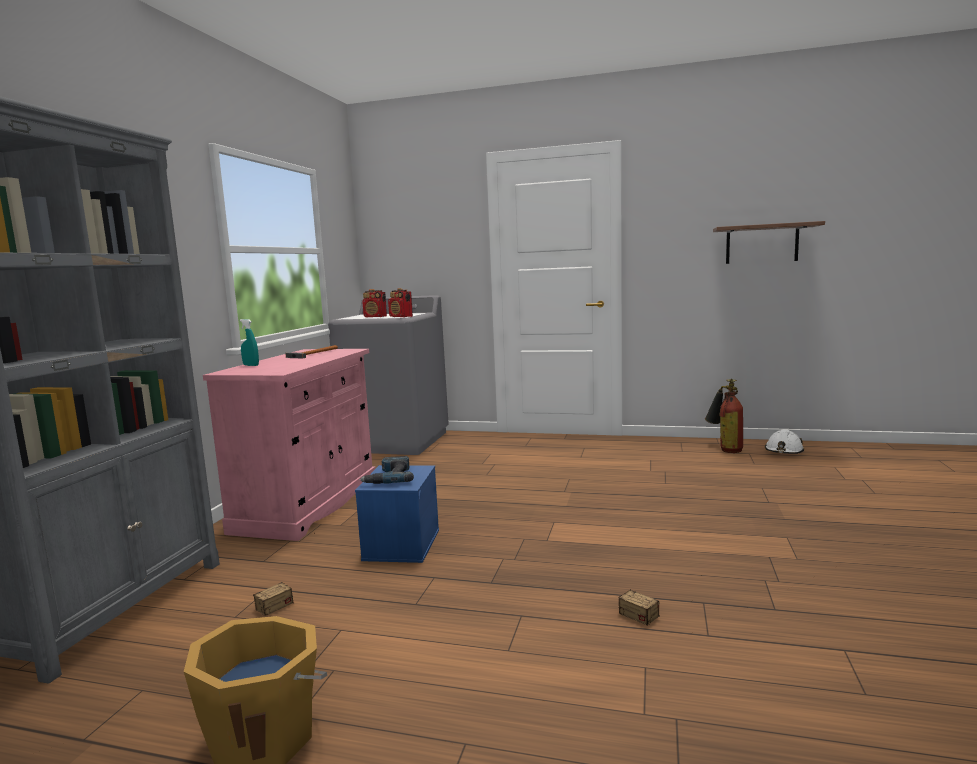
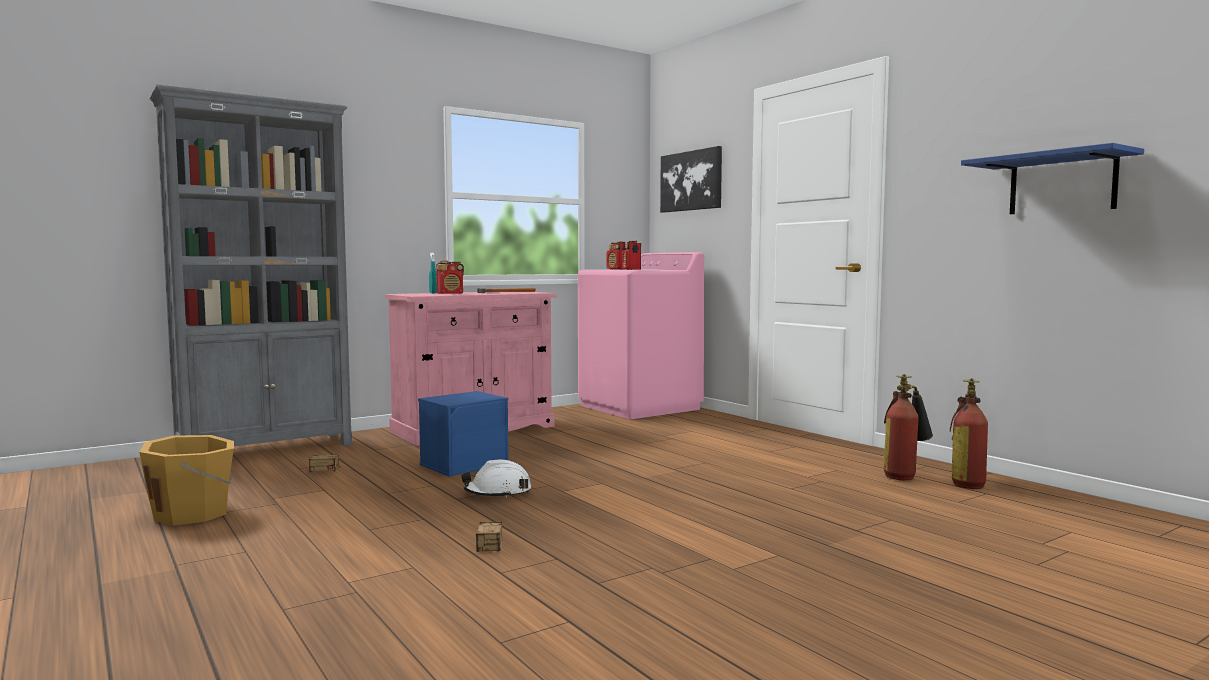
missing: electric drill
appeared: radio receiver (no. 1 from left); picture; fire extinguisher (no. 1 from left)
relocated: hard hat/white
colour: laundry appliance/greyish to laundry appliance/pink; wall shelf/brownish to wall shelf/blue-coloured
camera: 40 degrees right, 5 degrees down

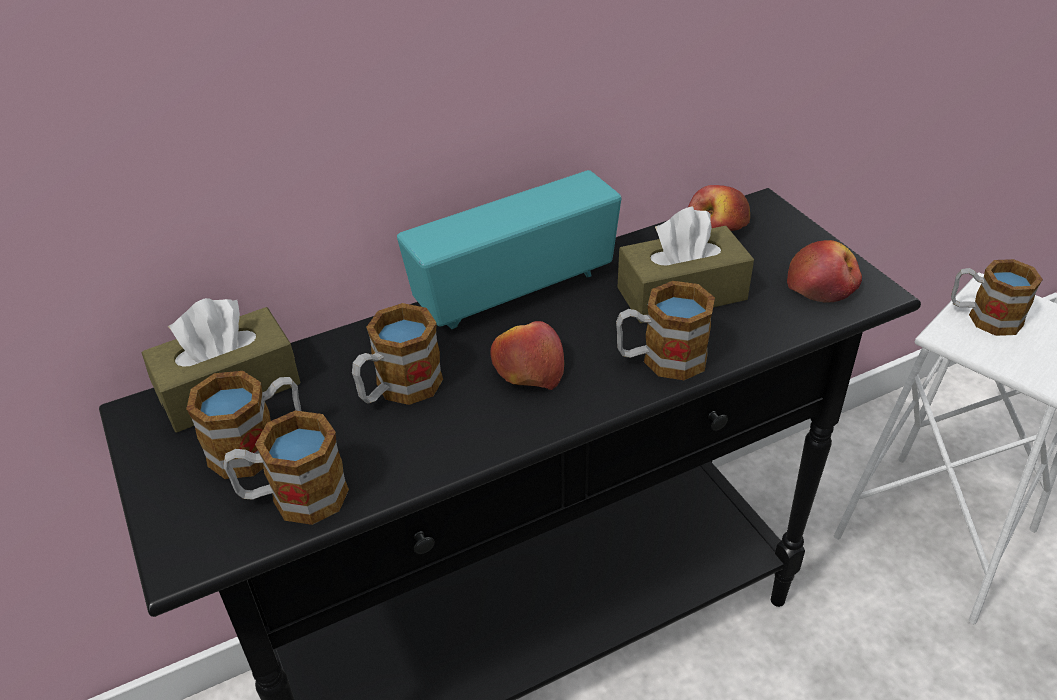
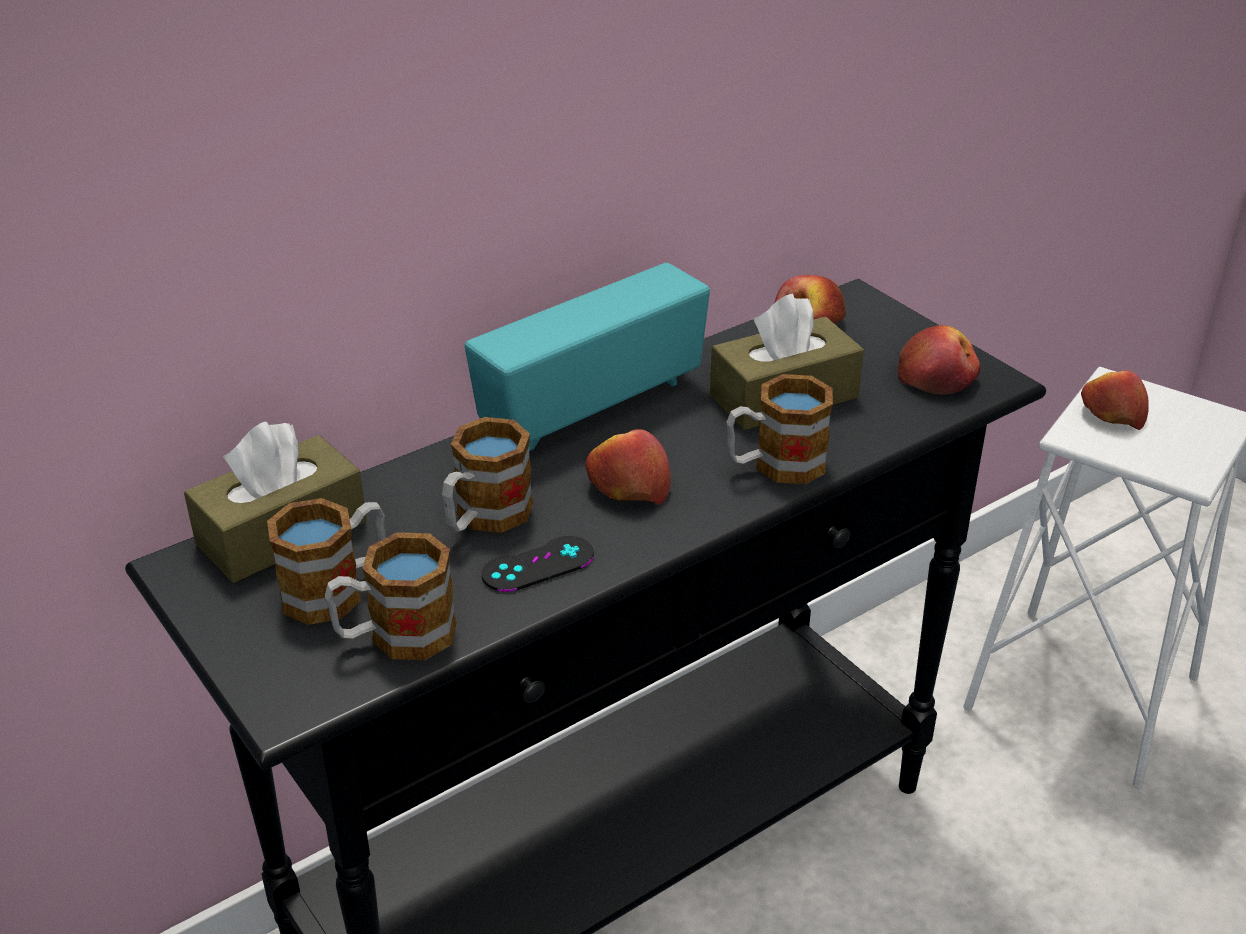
appeared: gamepad/black
exchanged: tea mug (no. 5 from left) to whole apple (no. 4 from left)
camera: 10 degrees left, 5 degrees down

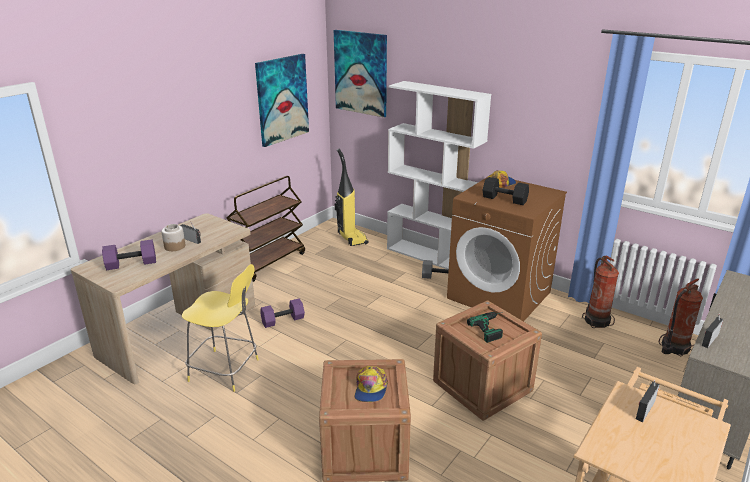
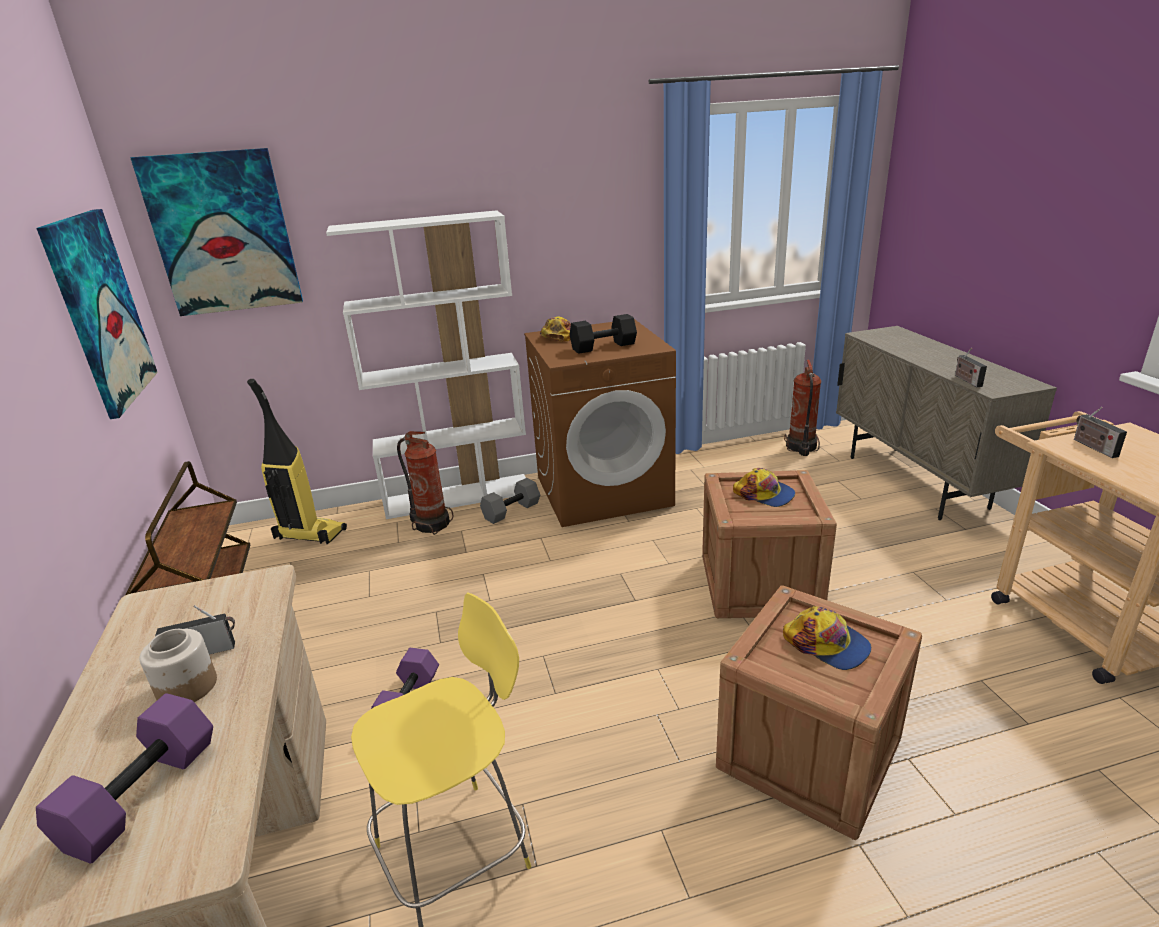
relocated: fire extinguisher (no. 1 from left)
exchanged: electric drill to baseball cap (no. 2 from left)
camera: 50 degrees left, 0 degrees up

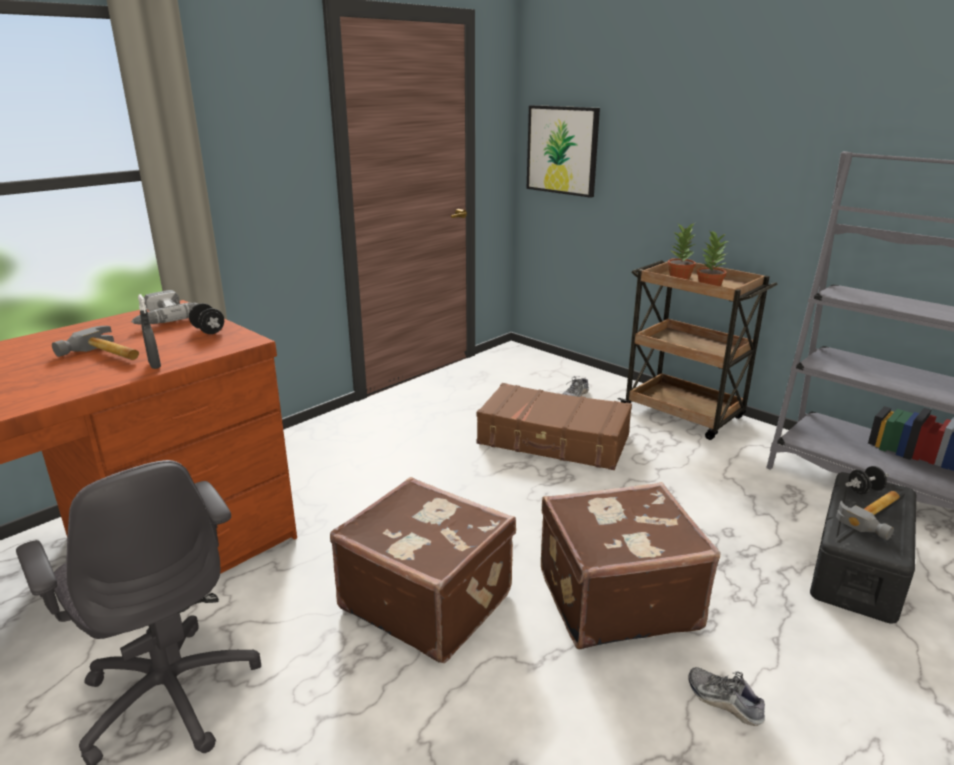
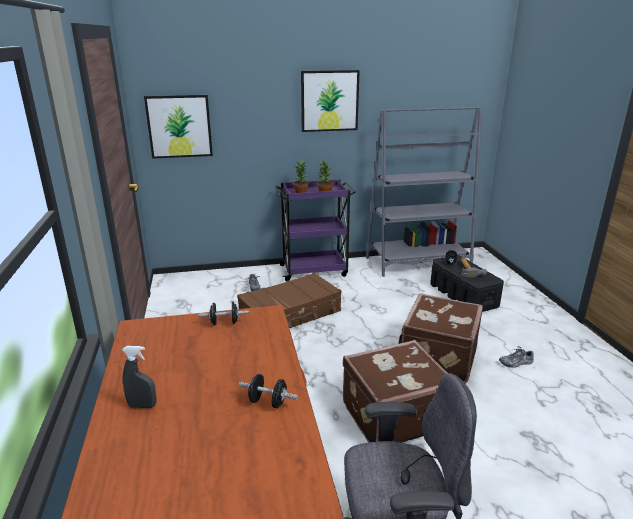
missing: tool hammer (no. 1 from left); electric drill
appeared: dumbbell/black (no. 2 from left); picture (no. 2 from left)
relocated: hand sprayer/greyish
colour: trolley/brownish to trolley/purple
camera: 55 degrees left, 0 degrees up

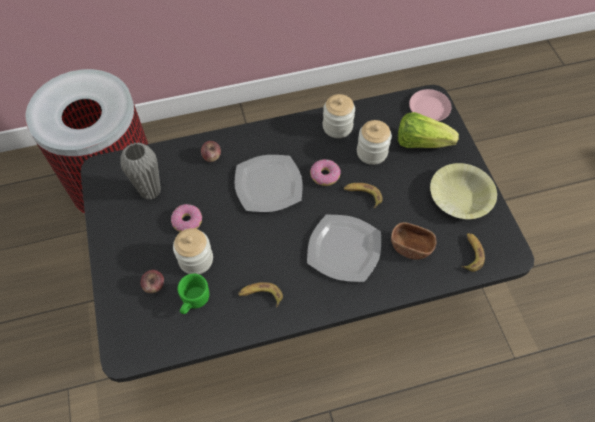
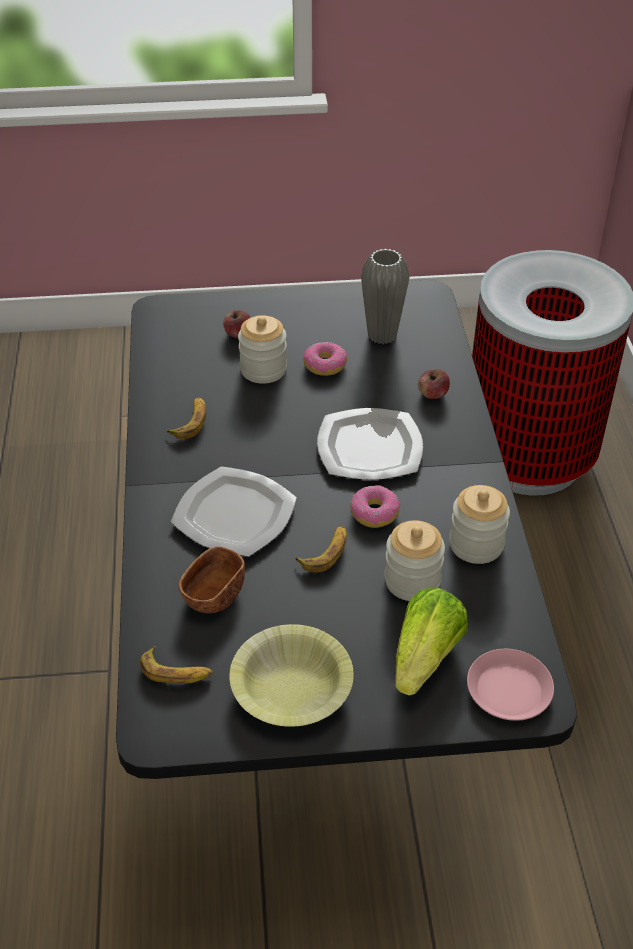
missing: tea mug/green-coloured
camera: 100 degrees right, 15 degrees down

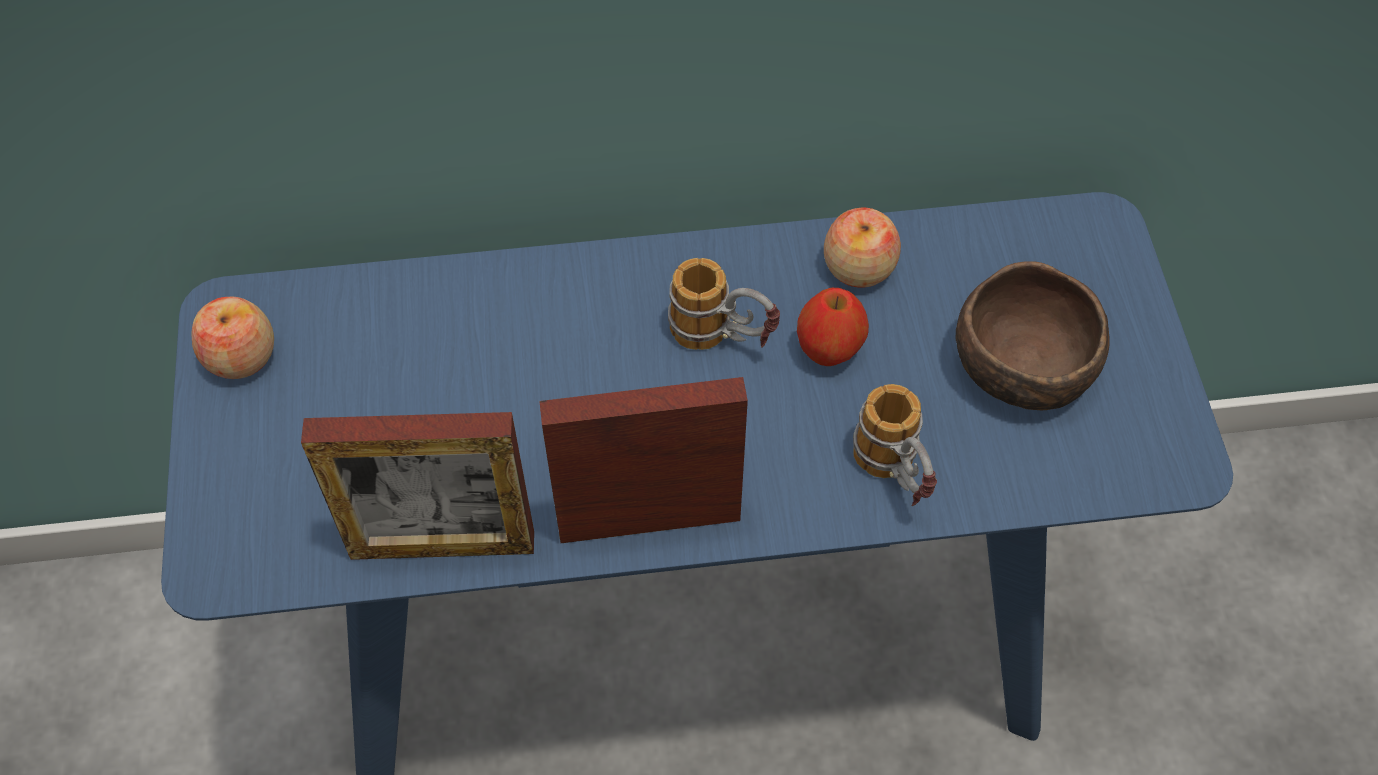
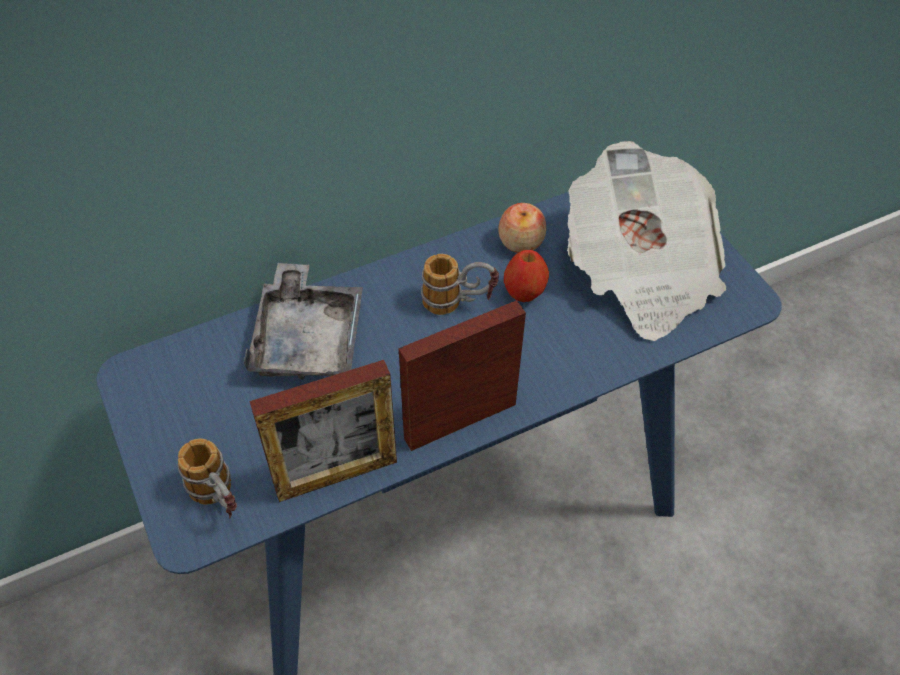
missing: whole apple (no. 1 from left)
appeared: serving tray/greyish
relocated: tea mug (no. 2 from left in the first image) to tea mug (no. 1 from left)
exchanged: deep dish/brownish to newspaper
camera: 20 degrees left, 5 degrees down

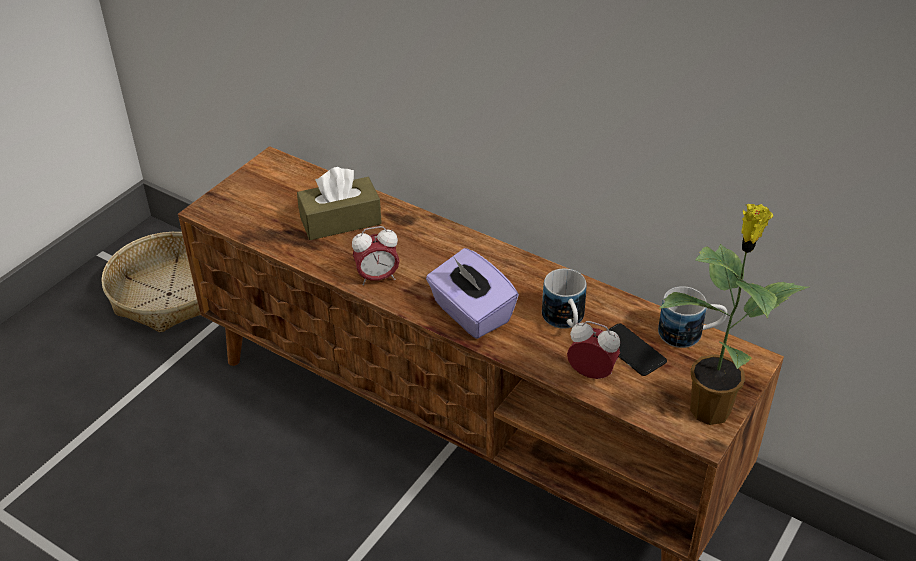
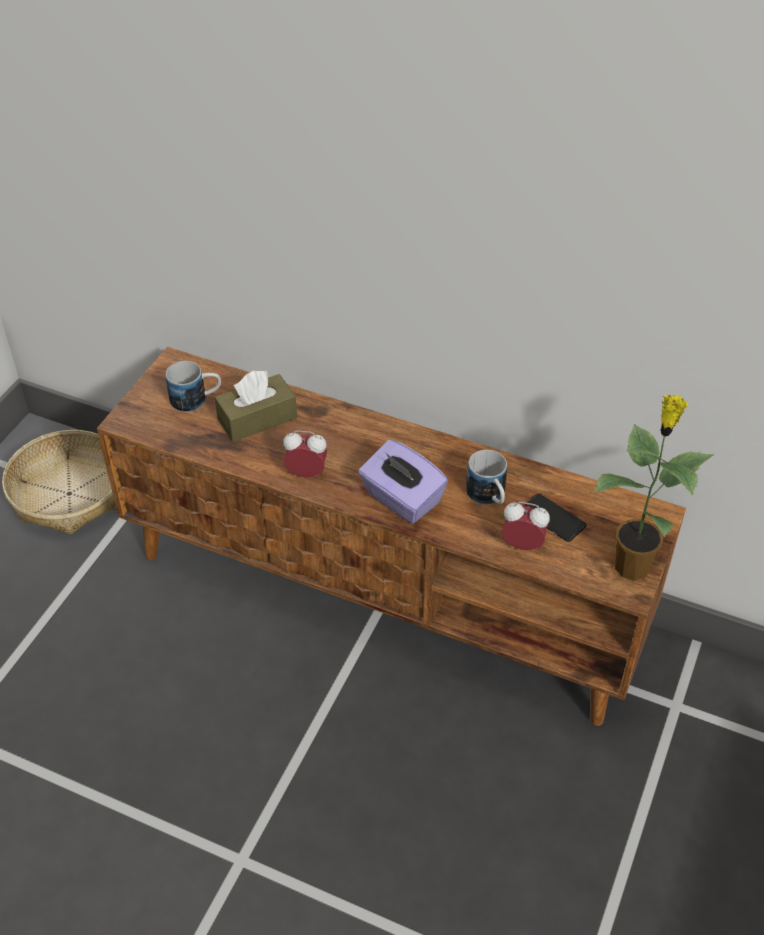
relocated: tea mug (no. 2 from left in the first image) to tea mug (no. 1 from left)
spun: alarm clock (no. 1 from left) 150 degrees counterclockwise
camera: 10 degrees left, 5 degrees up

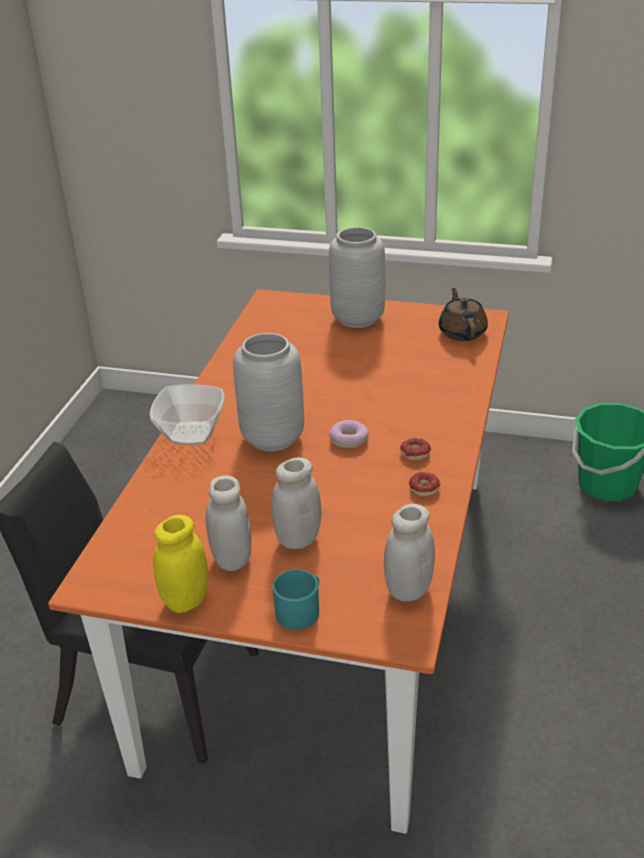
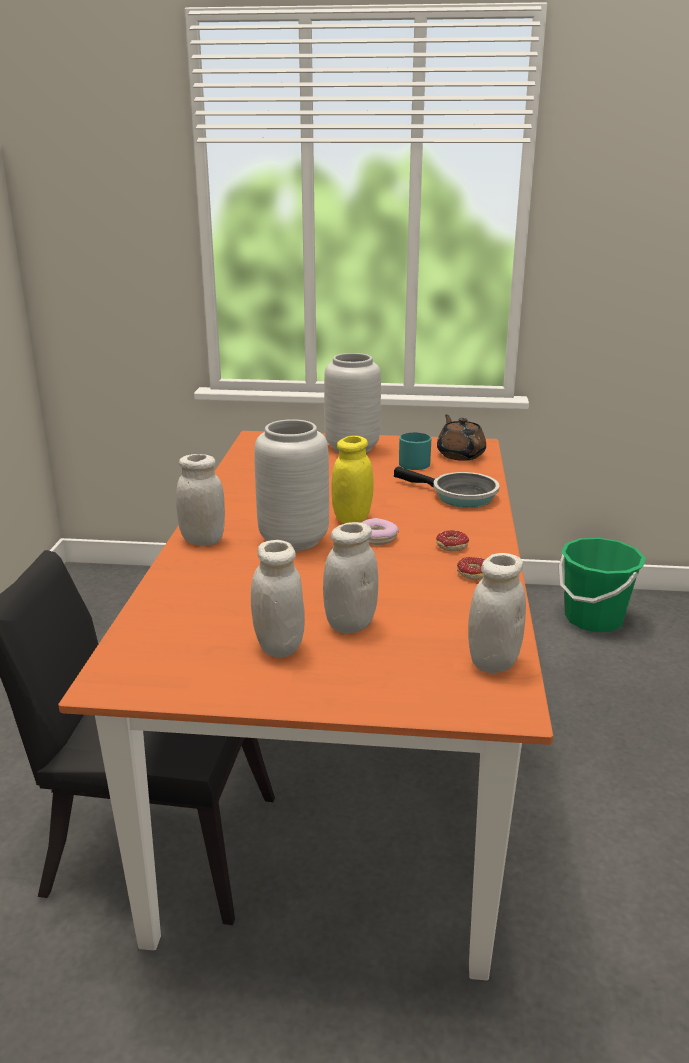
appeared: frying pan
relocated: preserve jar/yellowish; tea mug/turquoise
exchanged: deep dish to preserve jar/white (no. 1 from left)
camera: 10 degrees left, 10 degrees down

